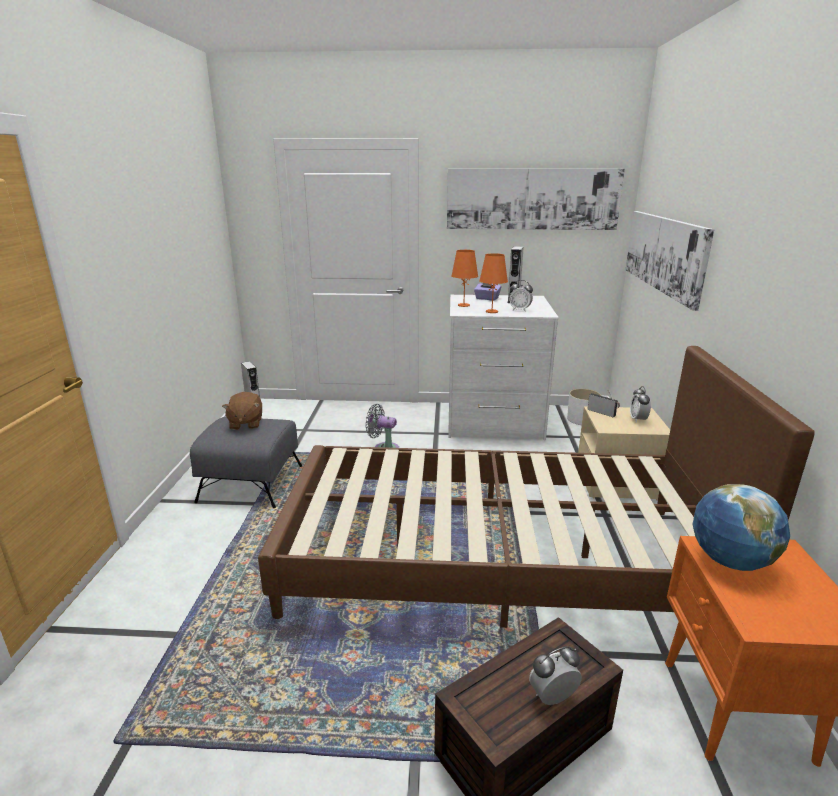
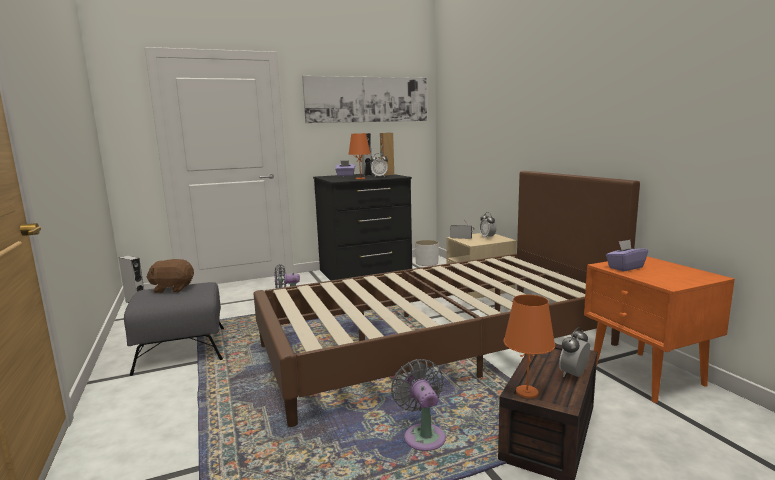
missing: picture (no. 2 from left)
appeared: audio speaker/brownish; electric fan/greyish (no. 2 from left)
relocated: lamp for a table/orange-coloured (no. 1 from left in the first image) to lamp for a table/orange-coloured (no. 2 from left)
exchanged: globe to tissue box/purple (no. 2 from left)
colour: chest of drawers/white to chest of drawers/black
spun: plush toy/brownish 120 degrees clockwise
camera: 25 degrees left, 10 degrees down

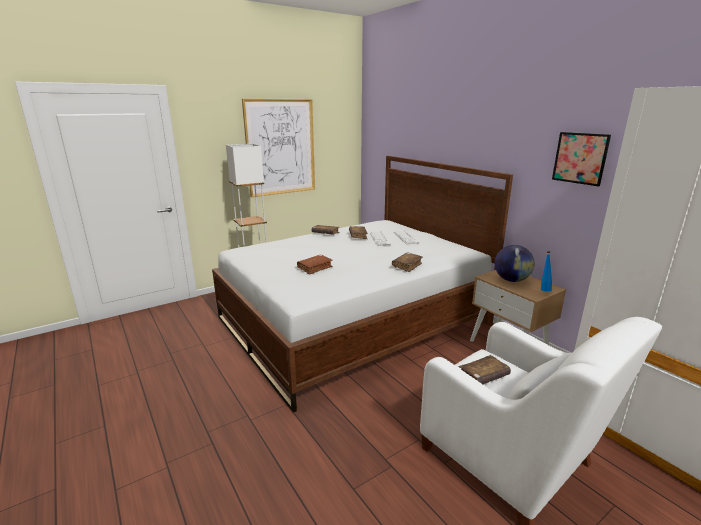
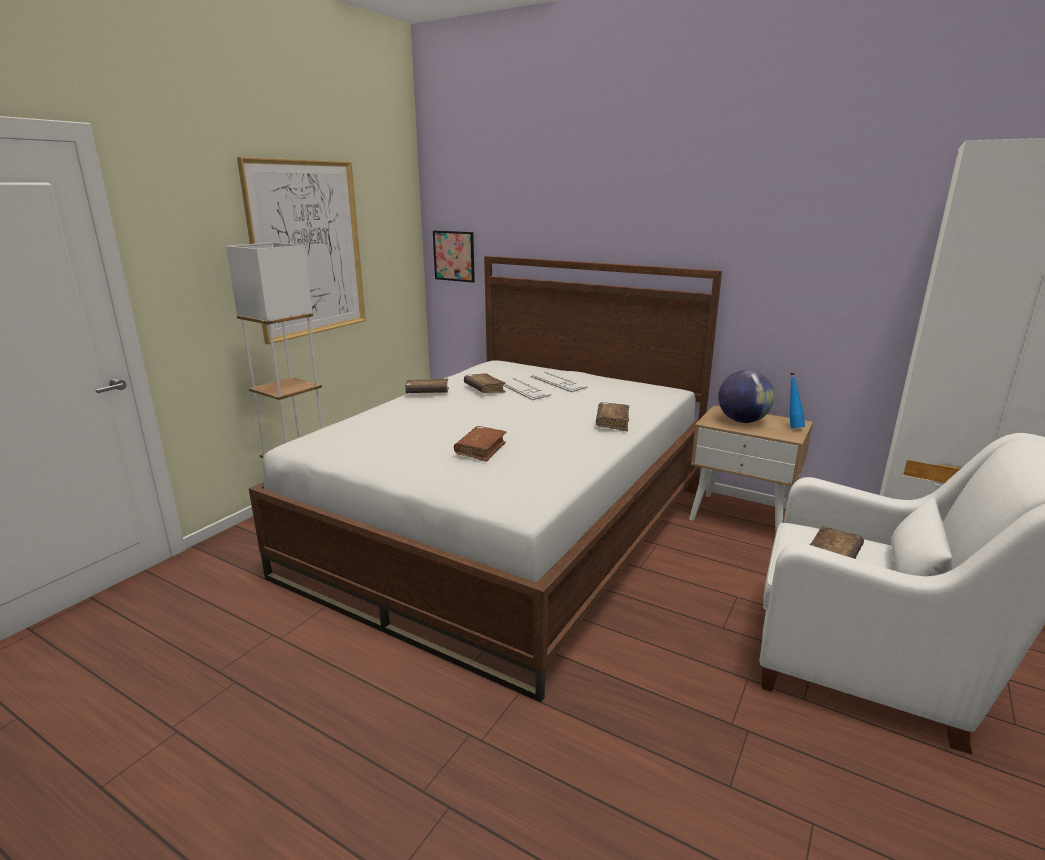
relocated: picture (no. 2 from left)
camera: 25 degrees left, 0 degrees up

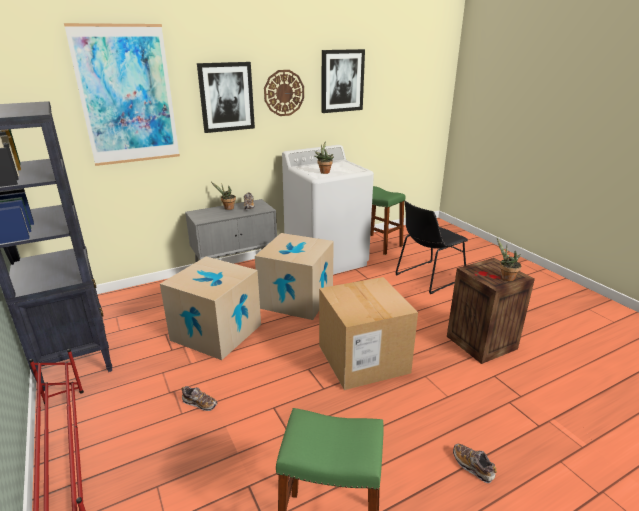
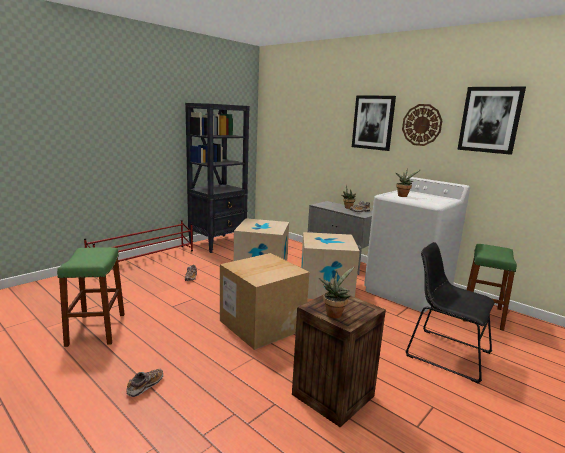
missing: picture (no. 1 from left)
camera: 70 degrees right, 10 degrees down

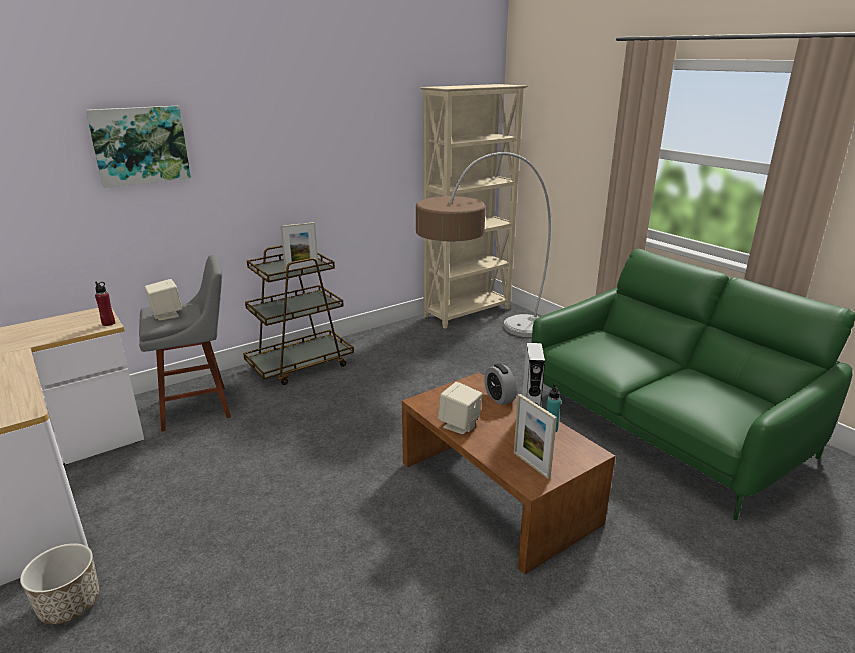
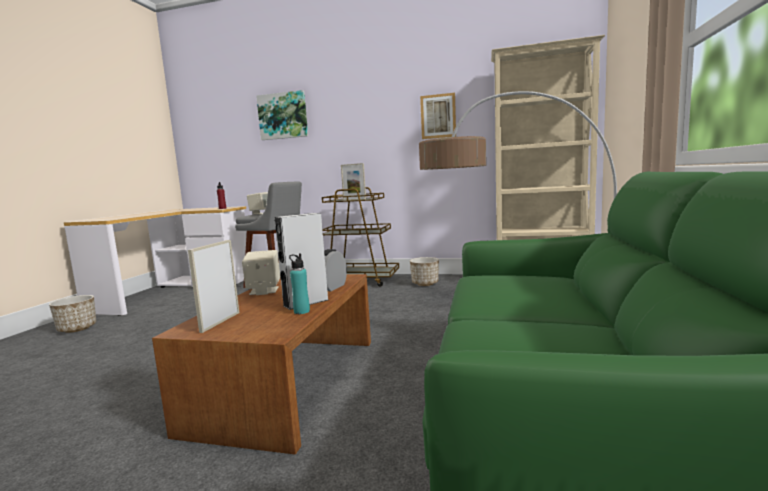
appeared: flower pot (no. 2 from left); picture (no. 2 from left)
camera: 50 degrees right, 15 degrees down

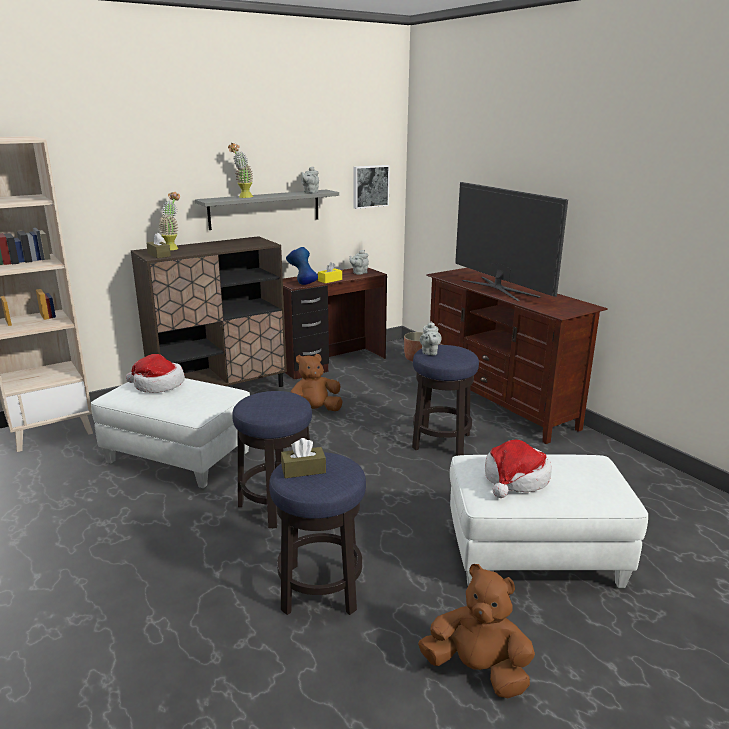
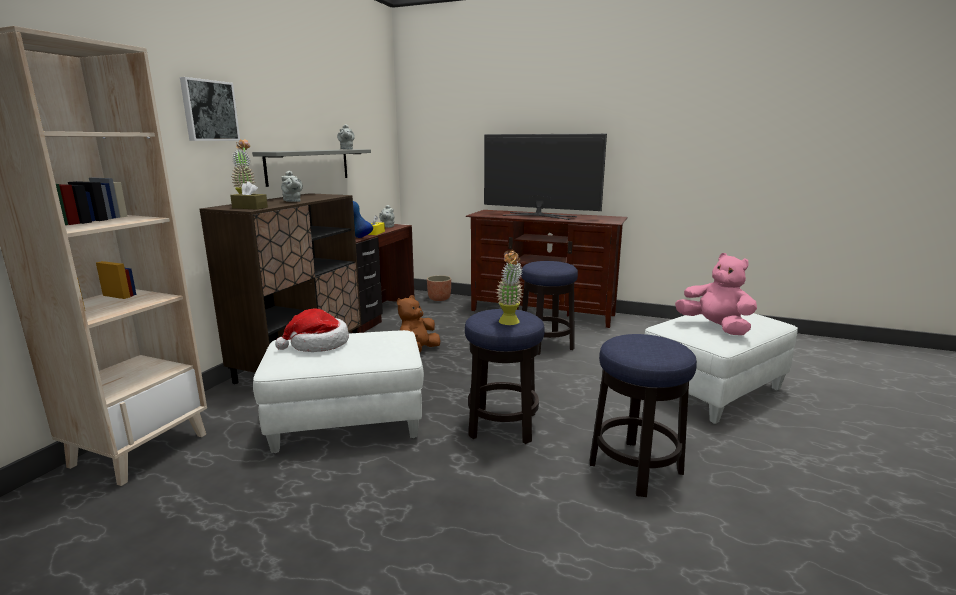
missing: tissue box/brownish (no. 2 from left); plush toy/brownish (no. 2 from left)
relocated: plant in a pot (no. 2 from left); picture; teapot/greyish (no. 3 from left in the first image) to teapot/greyish (no. 1 from left)
exchanged: hat (no. 2 from left) to plush toy/pink
camera: 35 degrees left, 5 degrees down

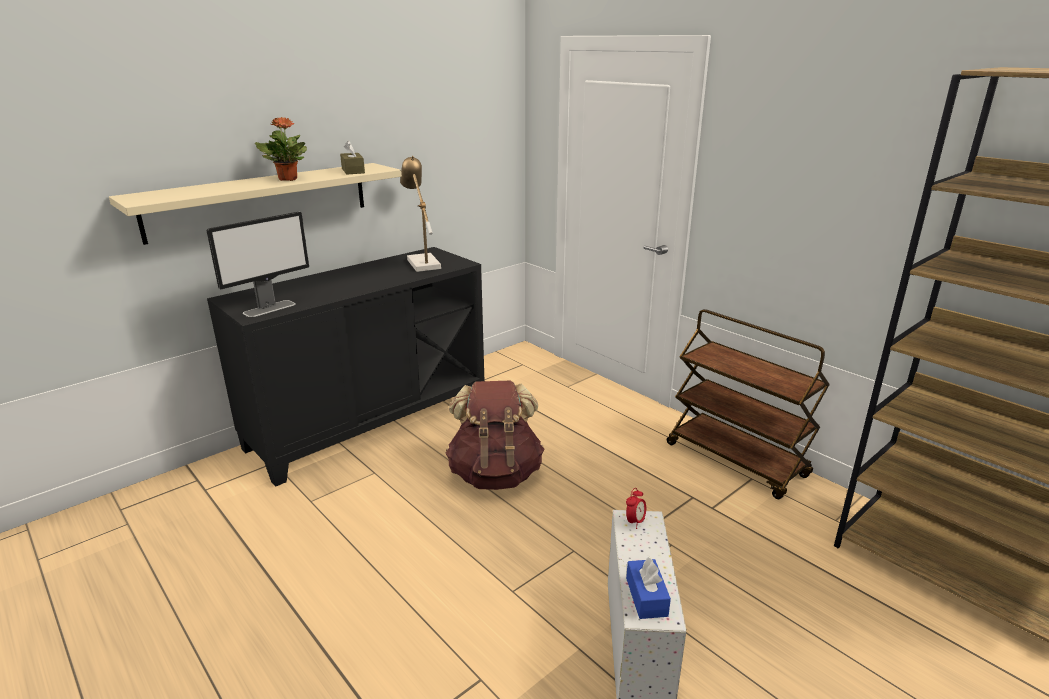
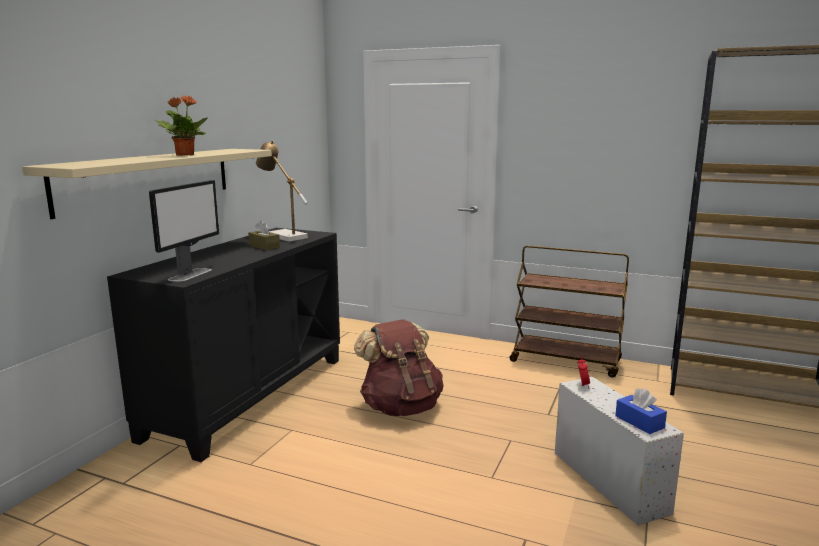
relocated: tissue box/brownish
camera: 25 degrees left, 10 degrees down

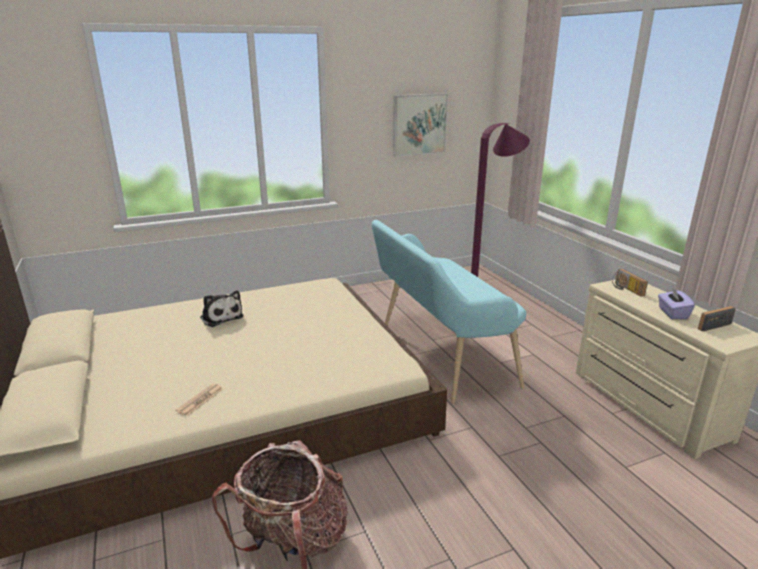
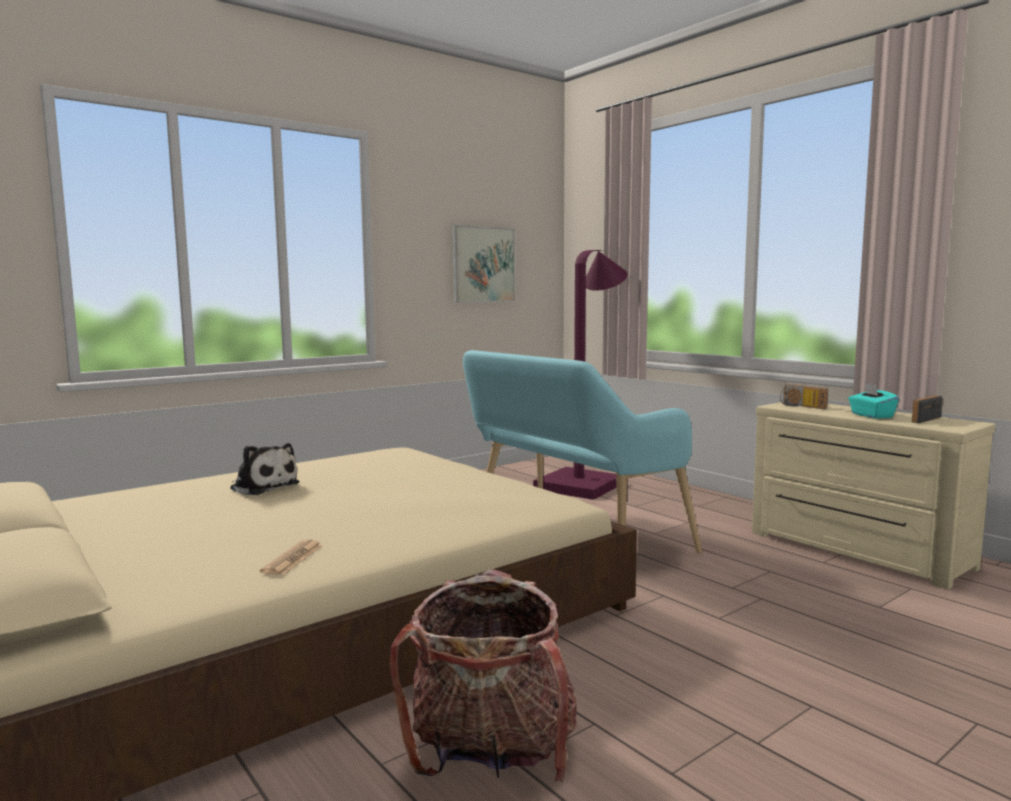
colour: tissue box/purple to tissue box/turquoise
camera: 15 degrees left, 15 degrees down

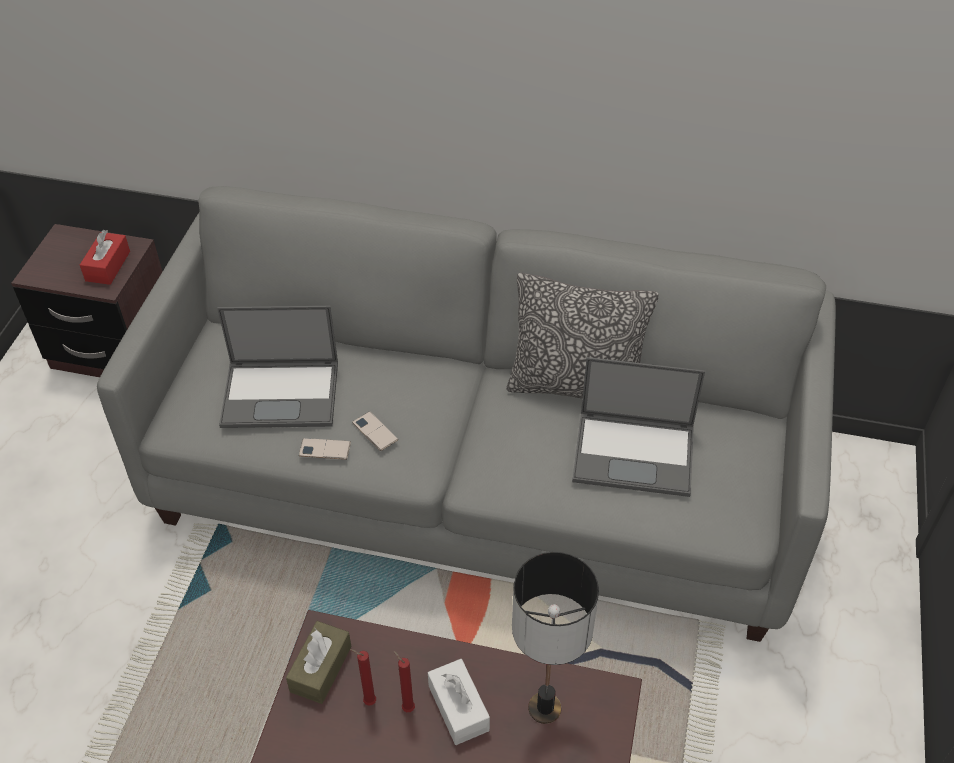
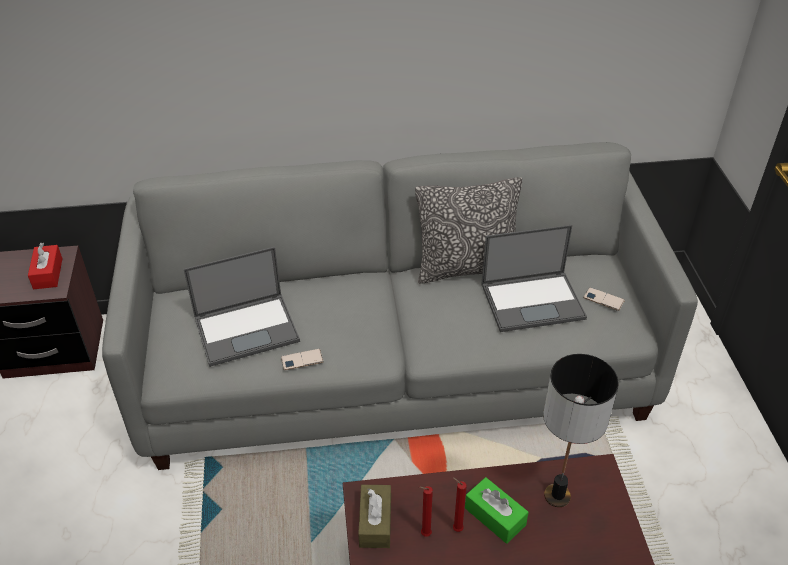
relocated: handset (no. 2 from left)
colour: tissue box/white to tissue box/green-coloured
camera: 20 degrees left, 5 degrees down

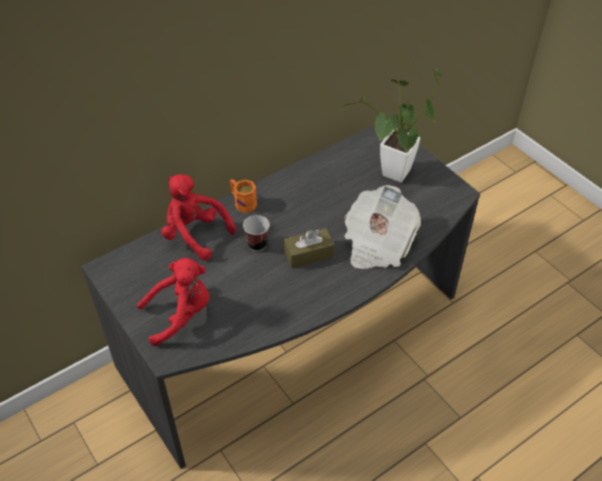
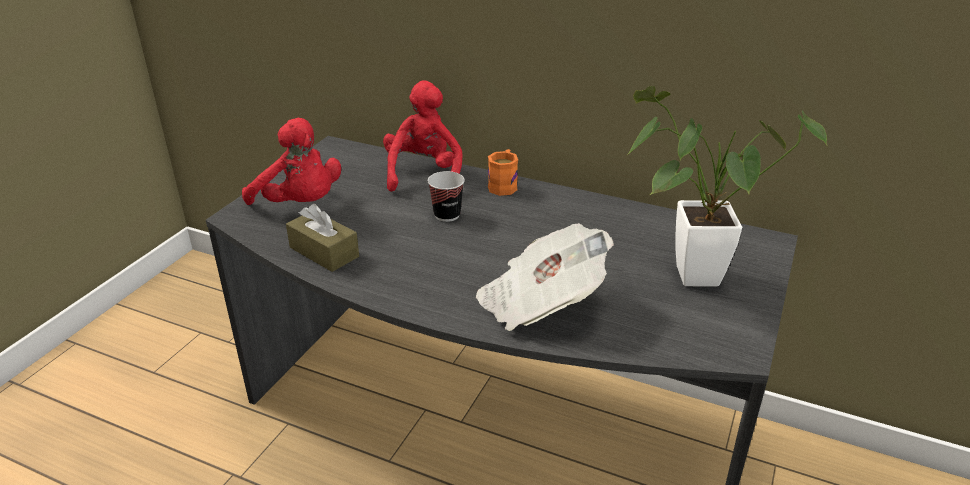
relocated: tissue box/brownish
camera: 60 degrees right, 15 degrees down

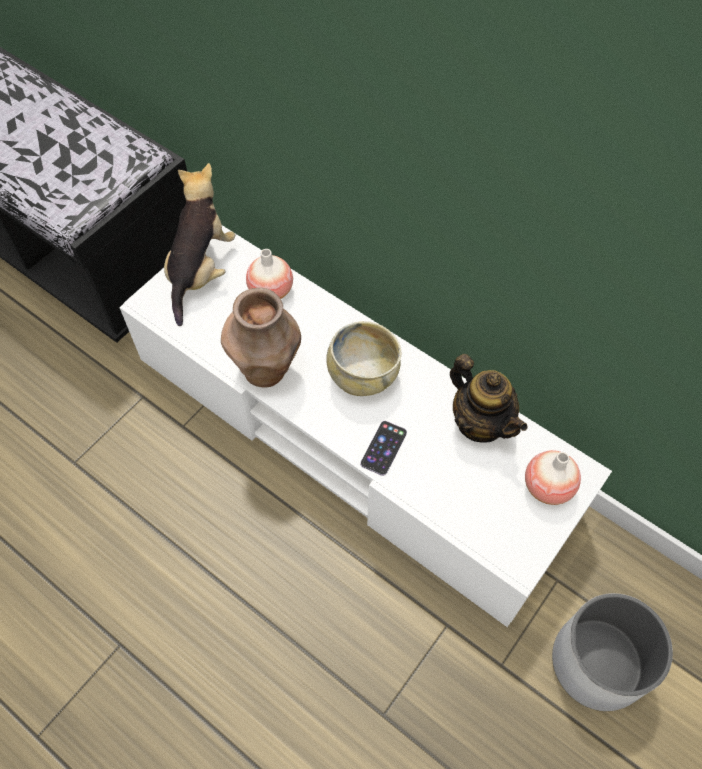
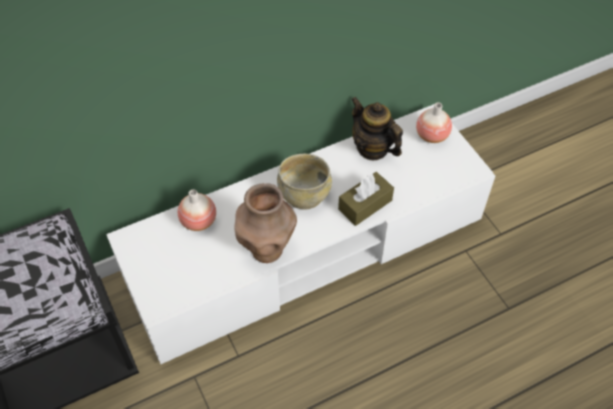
missing: plush toy; flower pot/white
exchanged: handset to tissue box/brownish
spun: teapot 120 degrees counterclockwise
camera: 65 degrees left, 5 degrees down

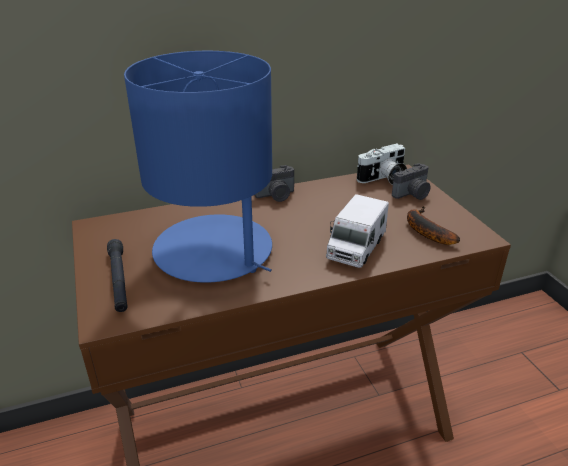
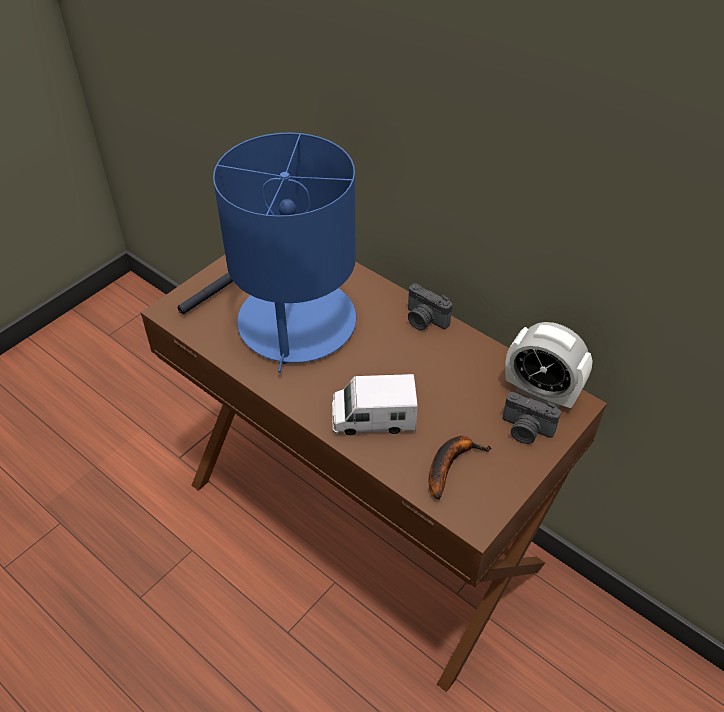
exchanged: still camera (no. 2 from left) to alarm clock
camera: 60 degrees right, 15 degrees up

